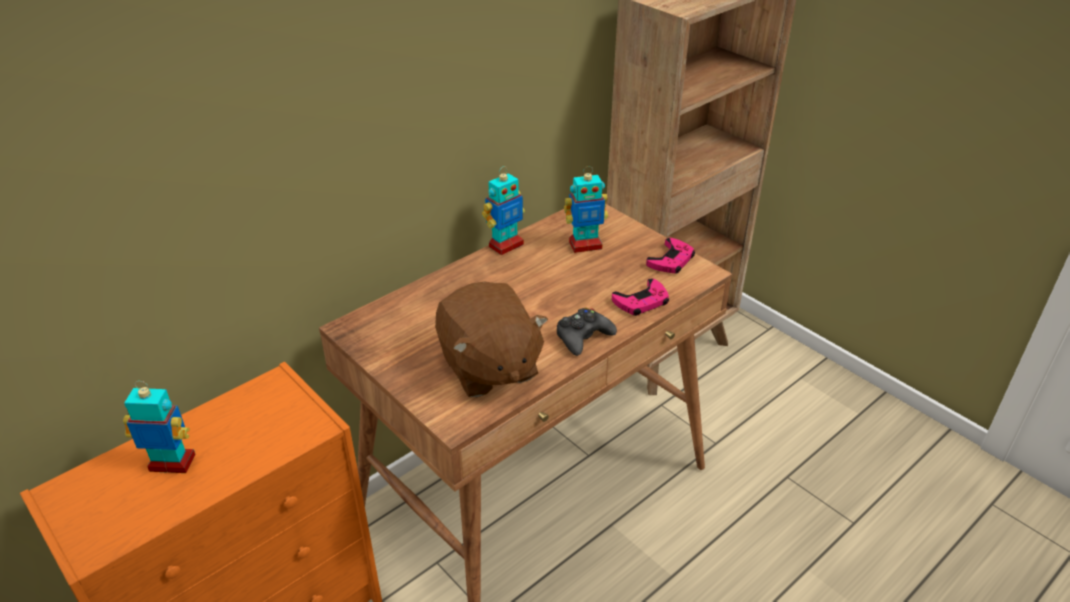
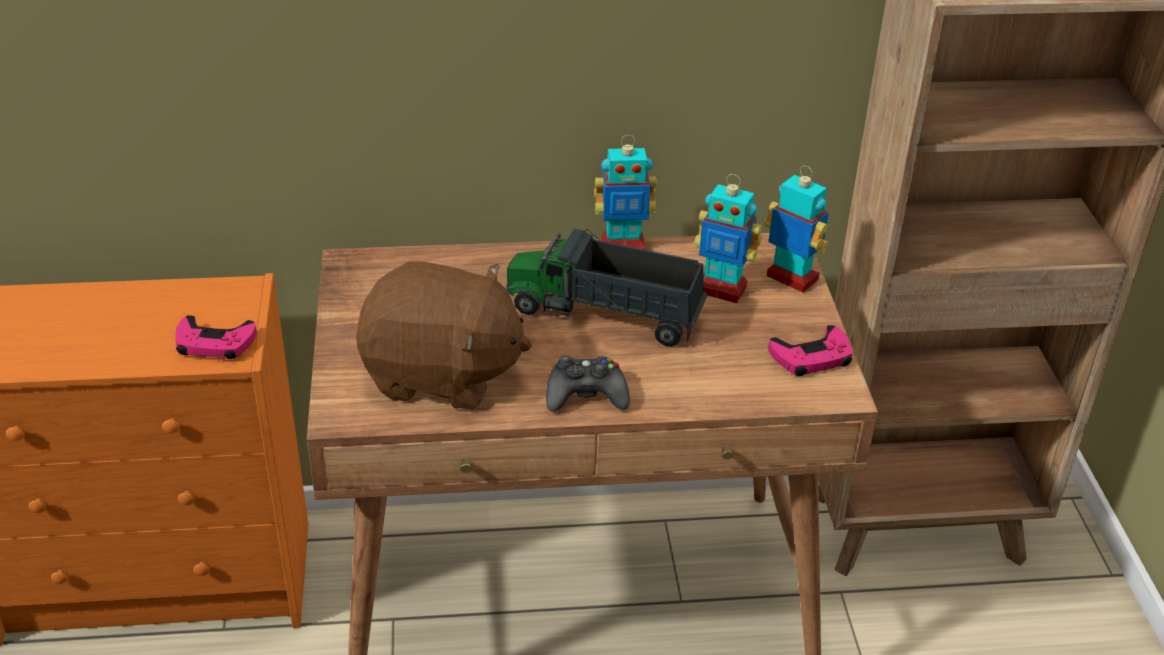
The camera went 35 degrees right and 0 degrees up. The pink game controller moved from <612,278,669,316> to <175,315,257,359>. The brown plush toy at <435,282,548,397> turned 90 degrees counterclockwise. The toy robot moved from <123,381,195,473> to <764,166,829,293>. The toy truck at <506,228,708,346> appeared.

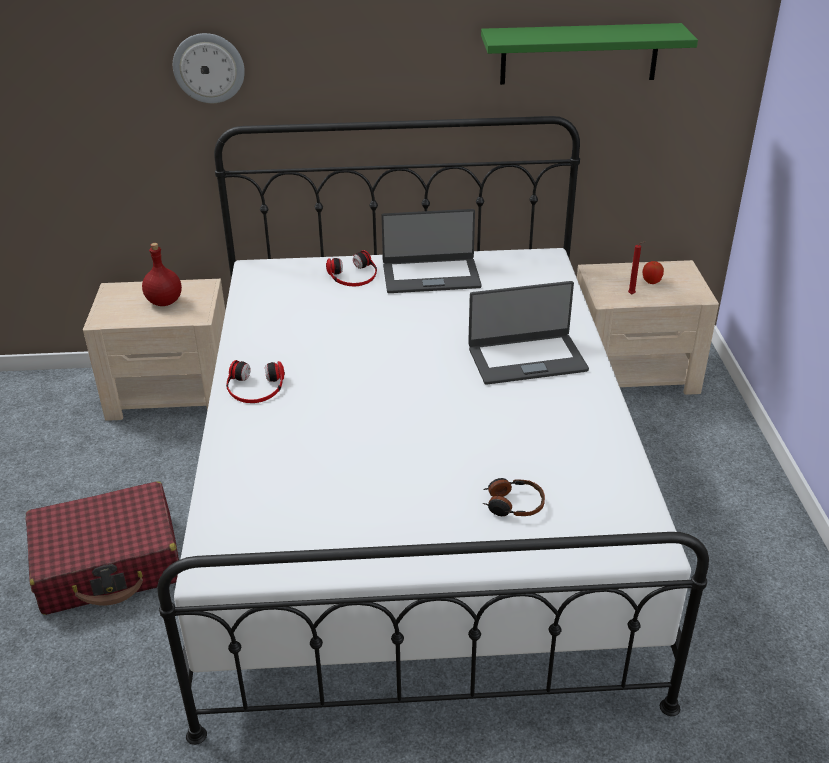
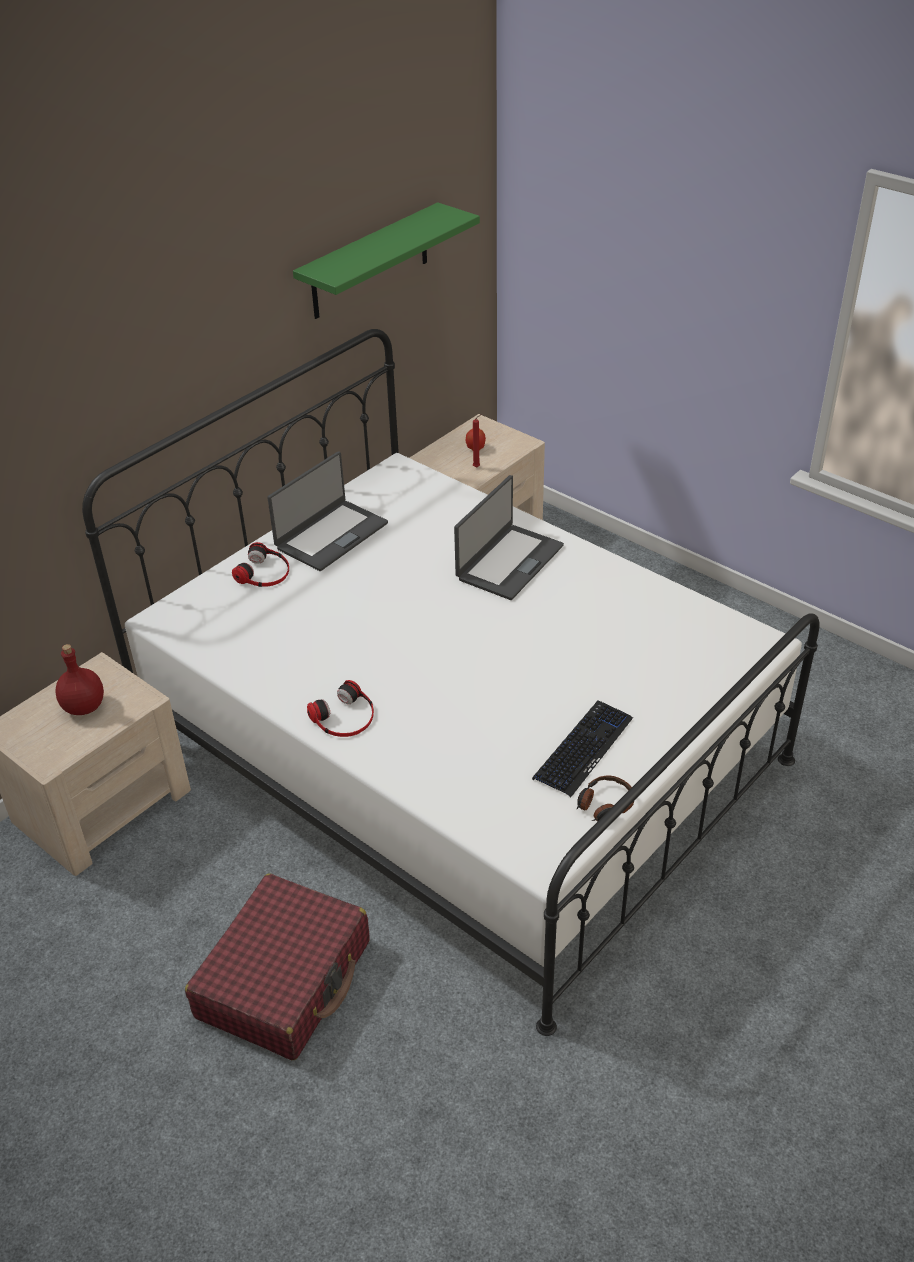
The camera went 45 degrees left and 5 degrees up. The wall clock at <173,33,245,103> disappeared. The headphones moved from <483,478,545,516> to <576,775,635,821>. The keyboard at <532,700,633,797> appeared.

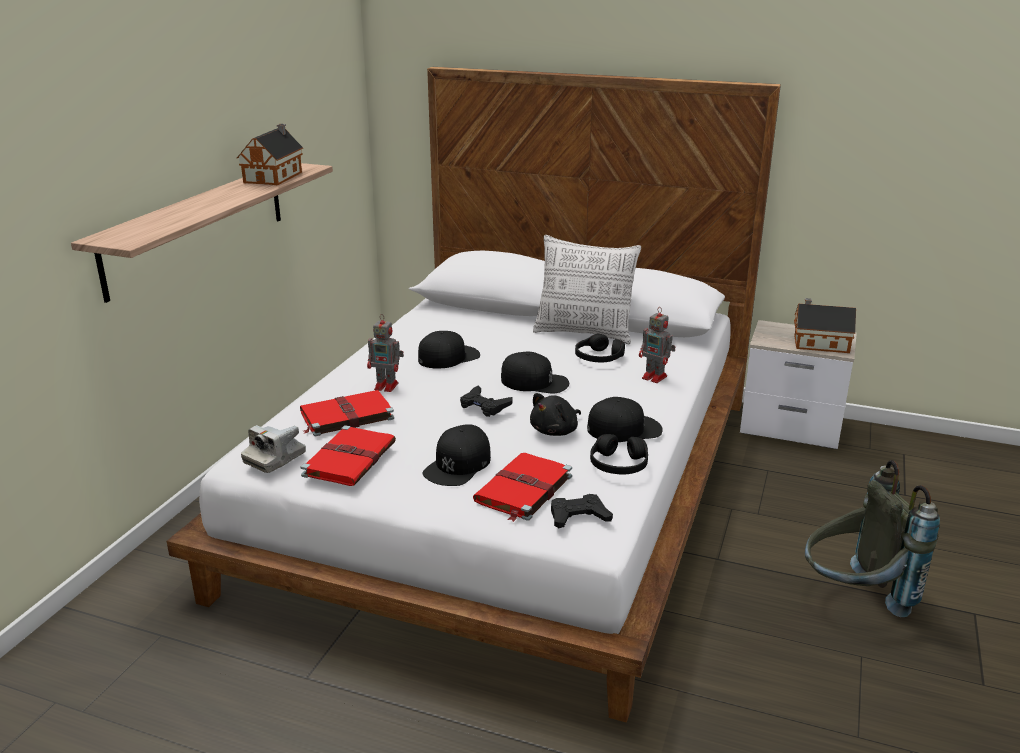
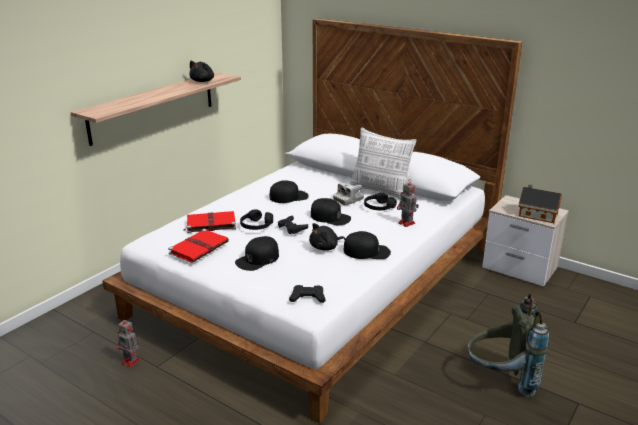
The camera went 15 degrees right and 0 degrees up. The toy house at <237,124,303,185> was replaced by the black plush toy at <189,61,214,82>. The toy robot moved from <367,314,404,392> to <116,318,141,367>. The photo camera moved from <241,425,306,473> to <333,183,364,205>. The black headphones moved from <590,434,648,475> to <240,209,273,230>. The red book at <473,453,572,522> disappeared.

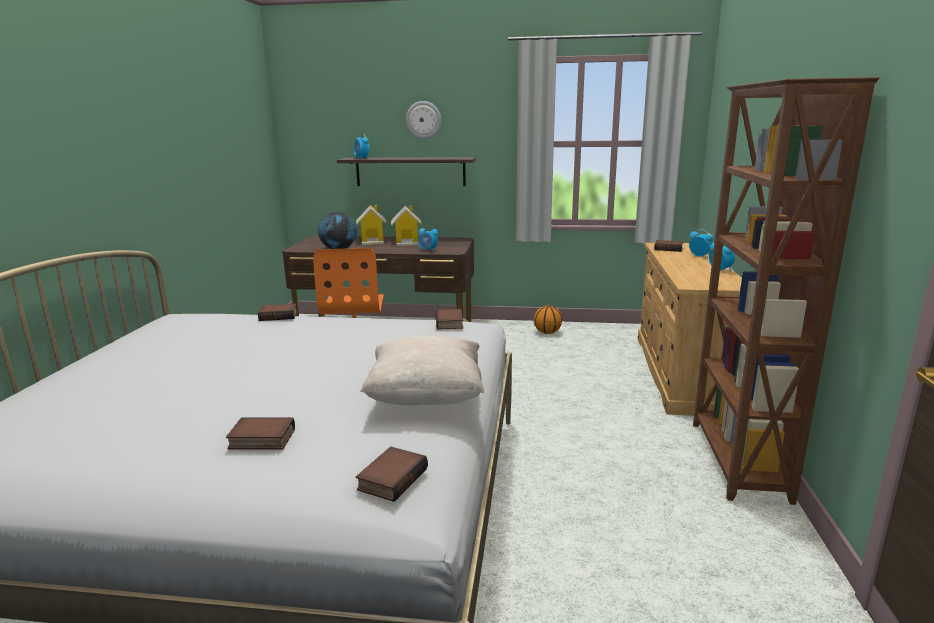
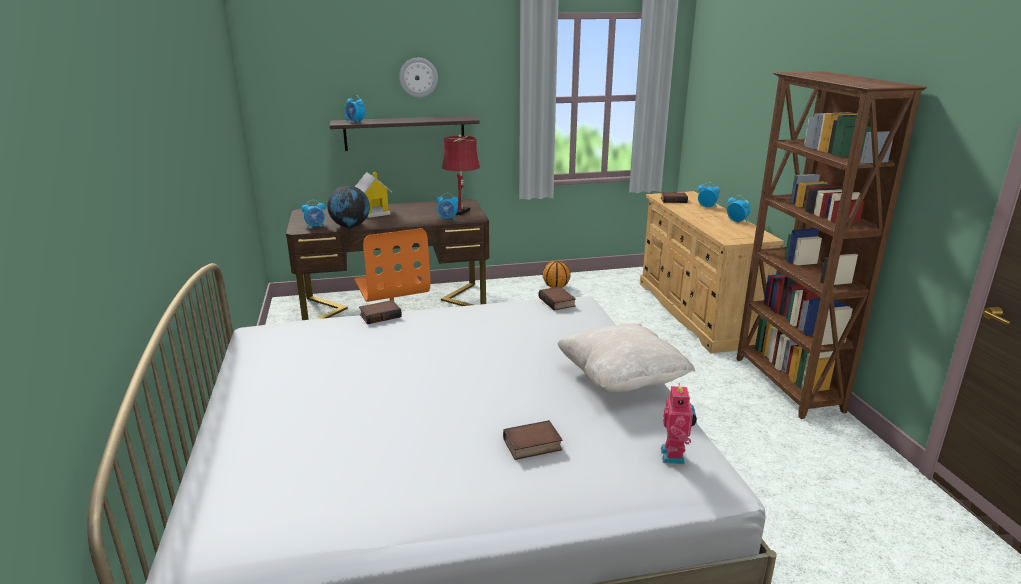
The camera went 20 degrees left and 5 degrees up. The toy house at <391,205,422,246> disappeared. The book at <356,446,428,502> was replaced by the toy robot at <661,383,697,464>. The red table lamp at <442,135,480,215> appeared. The alarm clock at <302,200,325,229> appeared.

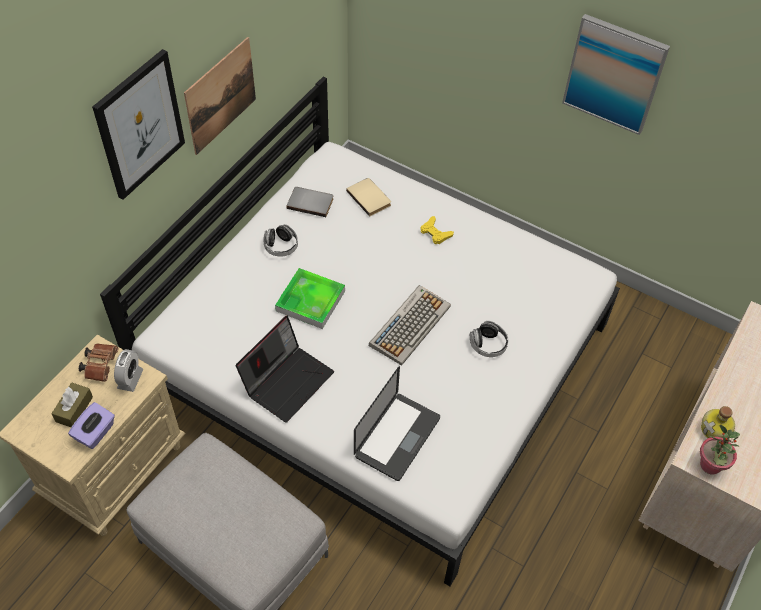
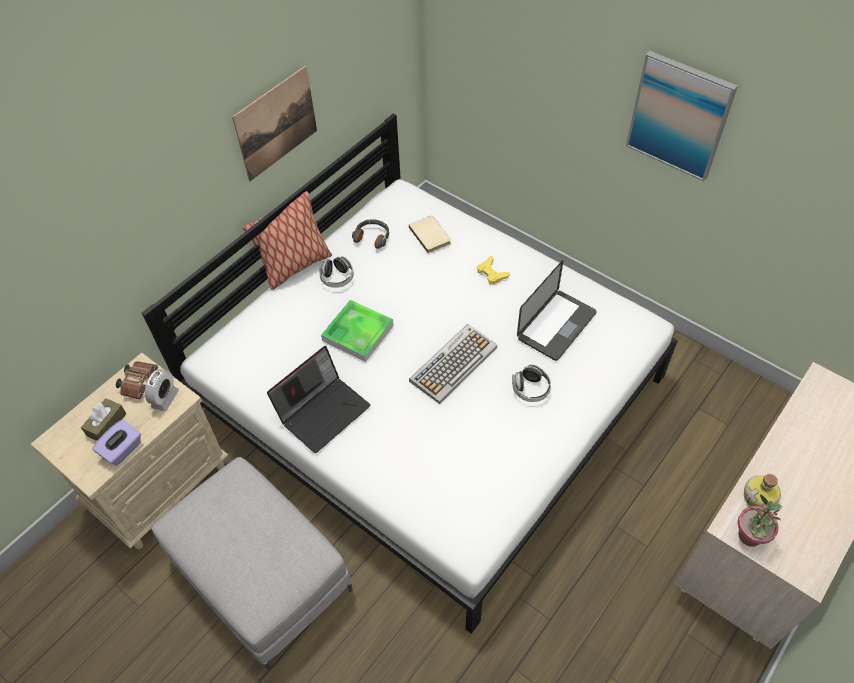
The camera went 10 degrees right and 0 degrees up. The picture at <92,49,185,200> disappeared. The grey book at <286,187,333,217> was replaced by the headphones at <352,219,389,249>. The laptop moved from <354,366,440,481> to <517,260,597,361>. The pillow at <242,191,332,290> appeared.

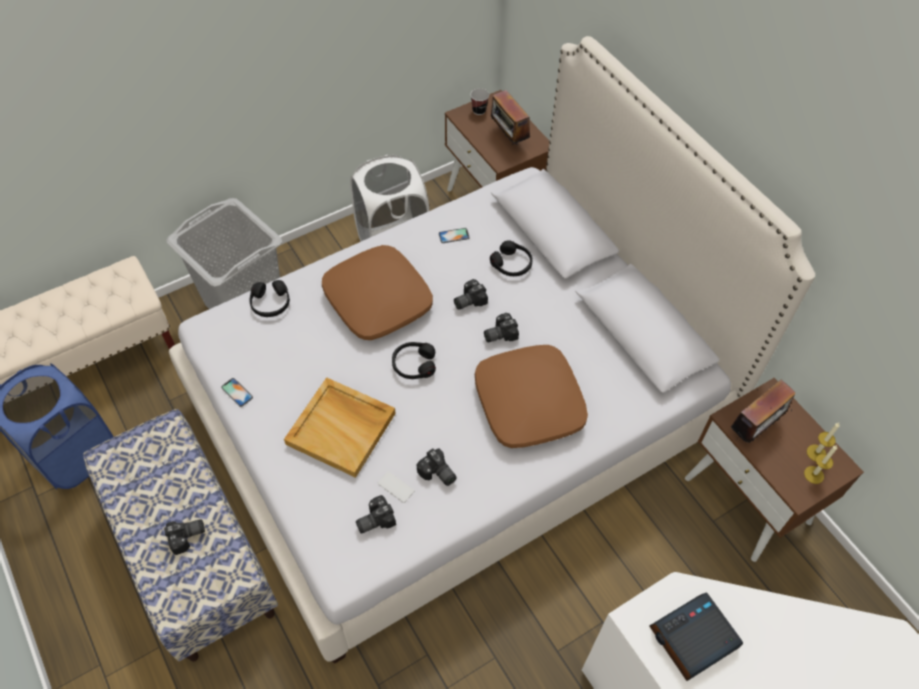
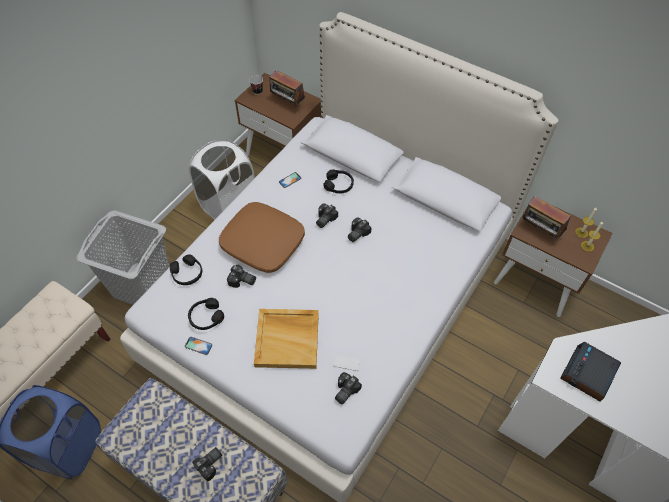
The camera went 25 degrees left and 0 degrees up. The black headphones moved from <392,342,436,379> to <188,298,224,330>. The brown pillow at <475,345,588,448> disappeared. The radio at <731,379,795,443> turned 105 degrees clockwise. The photo camera moved from <417,449,457,486> to <227,265,256,288>.

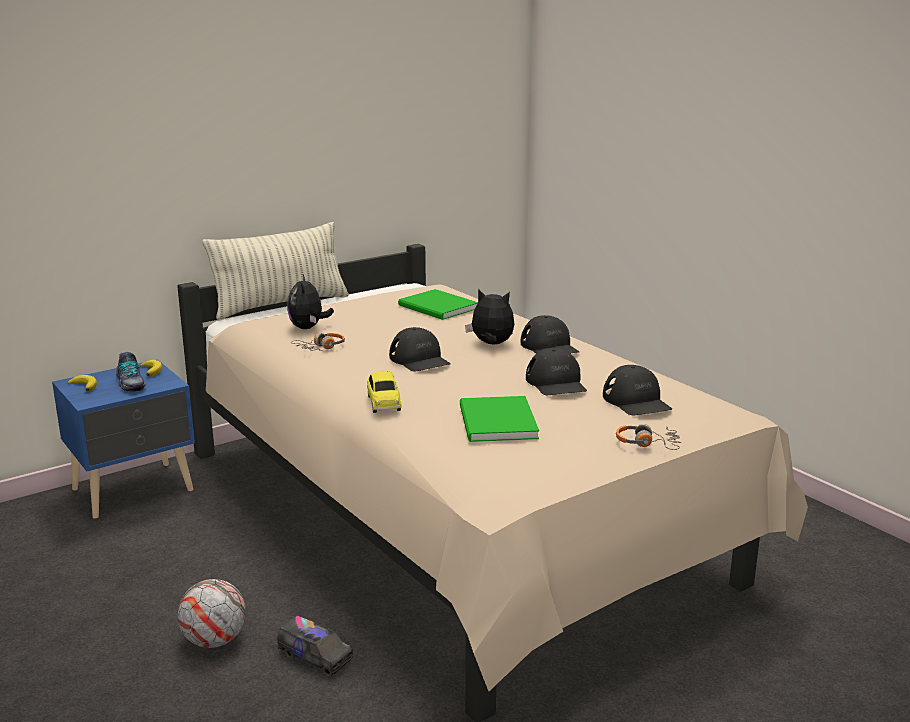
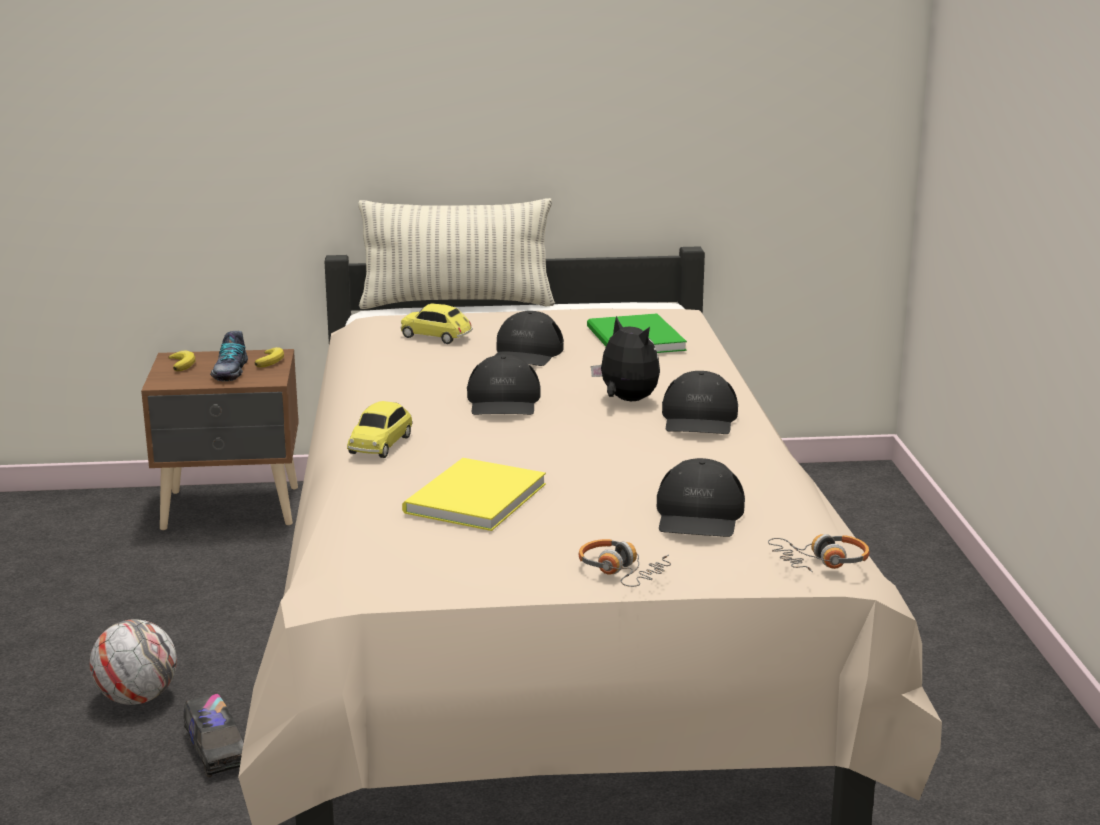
The camera went 30 degrees right and 0 degrees up. The plush toy at <287,275,334,329> was replaced by the toy car at <400,304,473,344>. The headphones moved from <291,333,345,351> to <768,534,869,572>. The black cap moved from <526,348,587,395> to <495,311,563,366>. The blue nightstand at <52,360,195,519> became the brown nightstand at <141,349,299,530>. The green book at <460,396,539,442> became the yellow book at <402,458,546,531>.

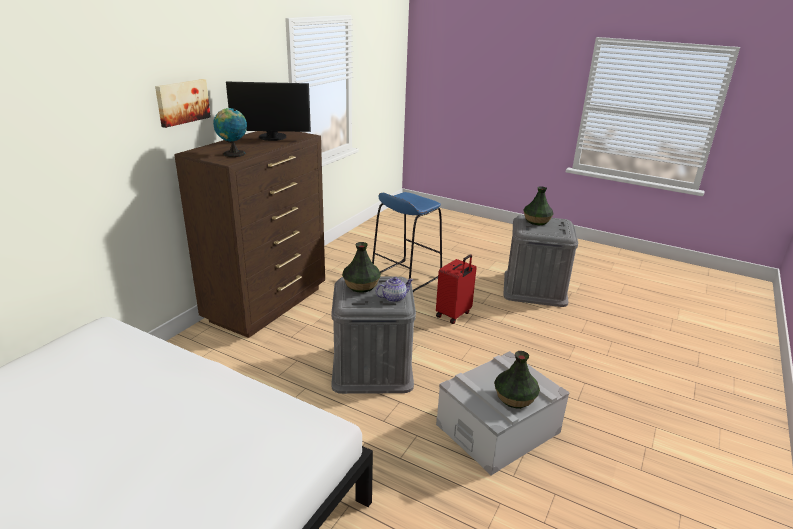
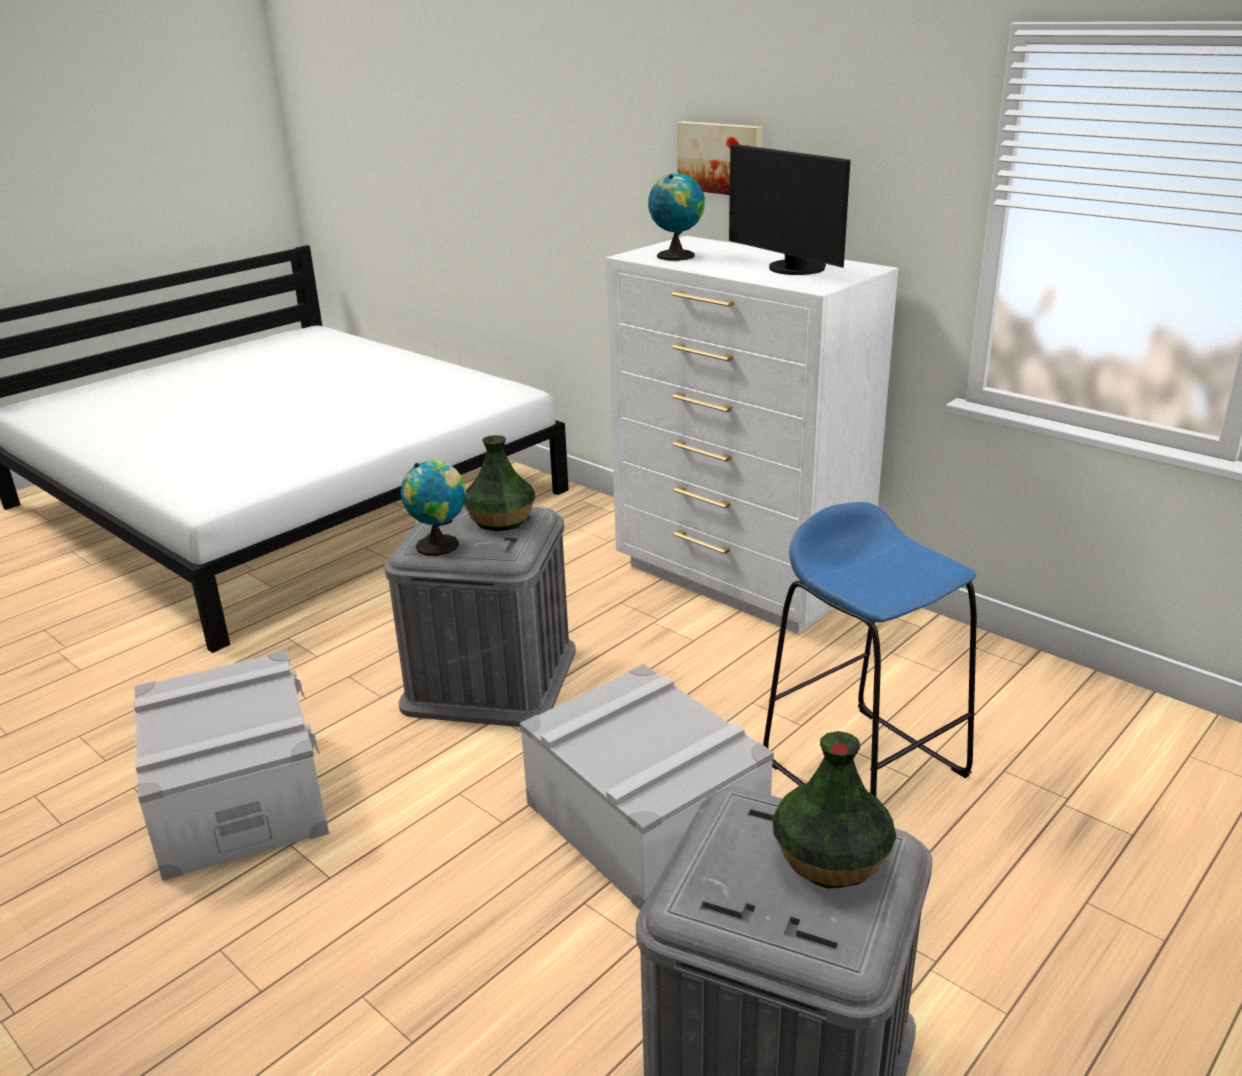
The camera went 105 degrees right and 0 degrees up. The monitor at <226,82,311,141> turned 45 degrees counterclockwise. The brown dresser at <174,131,325,338> became the white dresser at <606,236,898,634>. The red suitcase at <436,254,477,324> was replaced by the grey storage box at <520,664,774,910>. The teapot at <376,277,413,302> was replaced by the globe at <401,460,467,556>. The vase at <494,351,540,409> disappeared.

